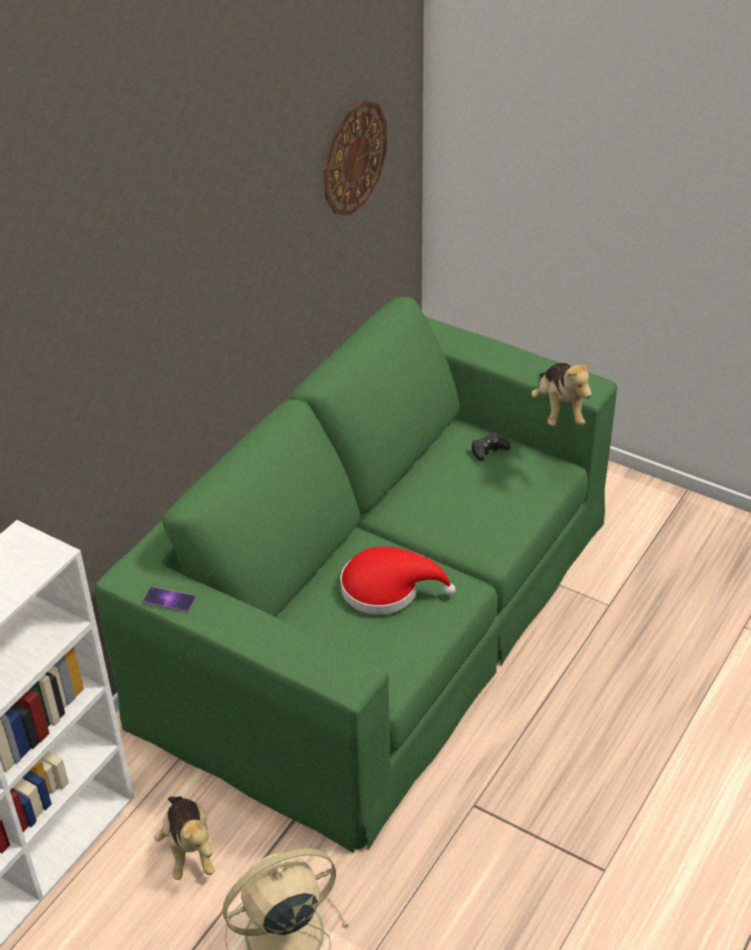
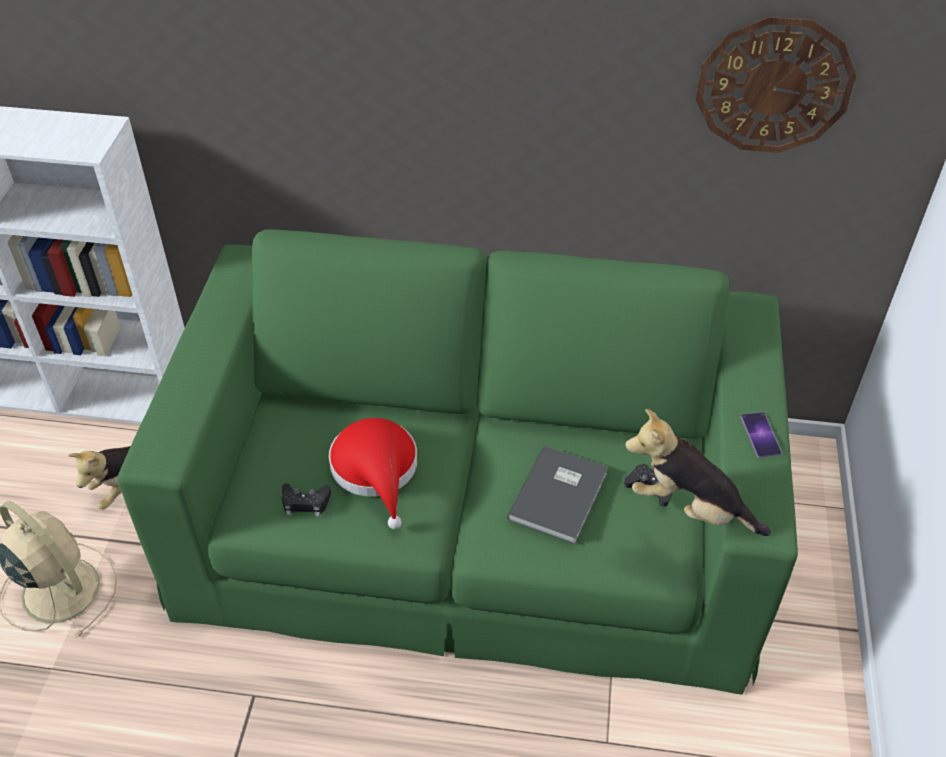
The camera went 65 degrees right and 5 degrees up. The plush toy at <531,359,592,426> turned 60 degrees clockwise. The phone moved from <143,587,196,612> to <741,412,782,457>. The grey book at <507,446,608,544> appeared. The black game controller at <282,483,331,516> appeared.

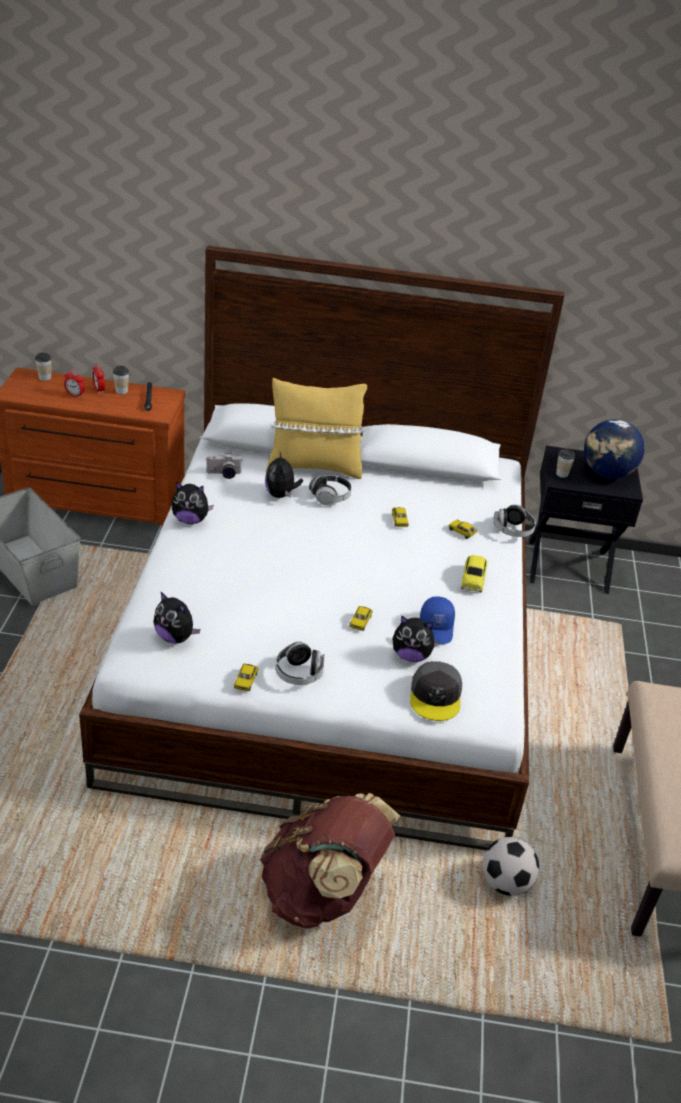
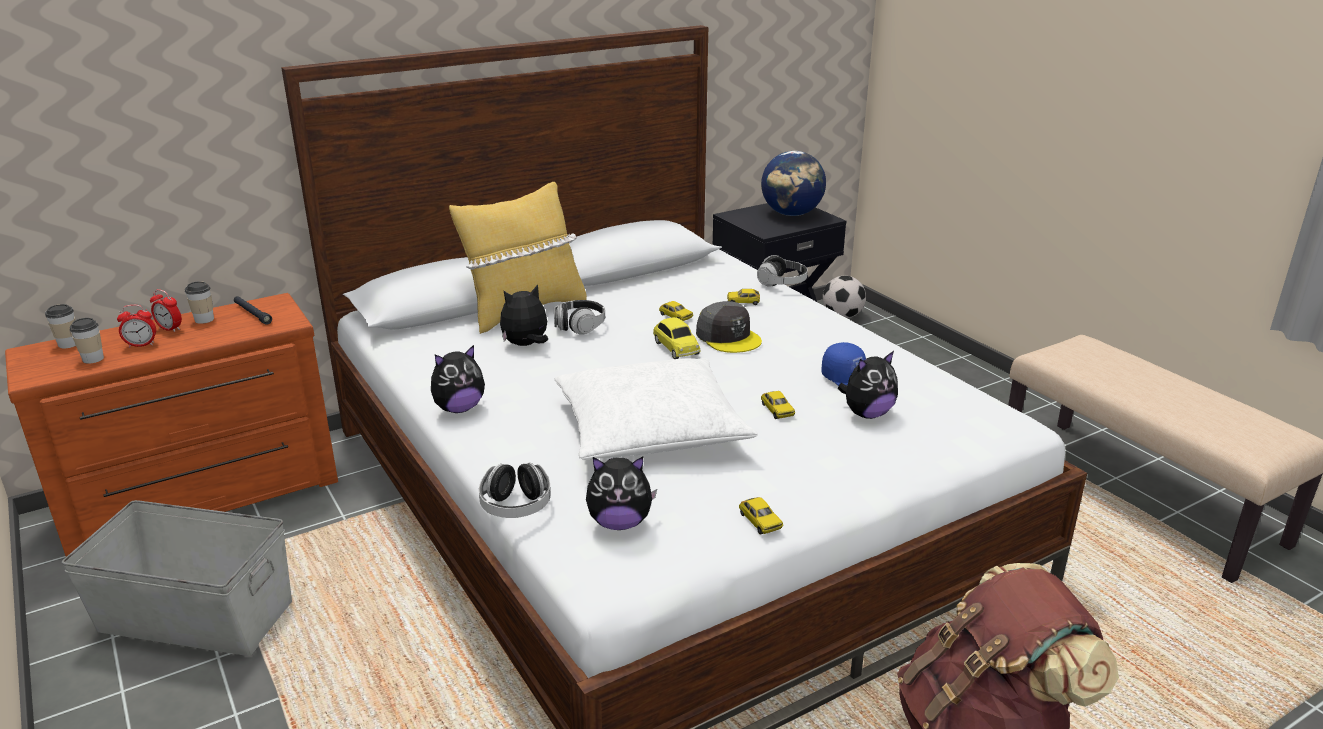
The camera went 35 degrees left and 10 degrees down. The cup moved from <556,448,575,478> to <69,318,104,364>. The plush toy at <265,451,303,498> turned 105 degrees clockwise. The photo camera at <206,454,242,479> disappeared. The toy car moved from <461,555,487,593> to <653,317,700,359>. The headphones moved from <275,641,325,685> to <479,463,551,518>. The grey cap moved from <410,661,462,721> to <696,301,762,353>. The football moved from <482,837,539,896> to <823,276,866,318>. The white pillow at <554,358,758,460> appeared.

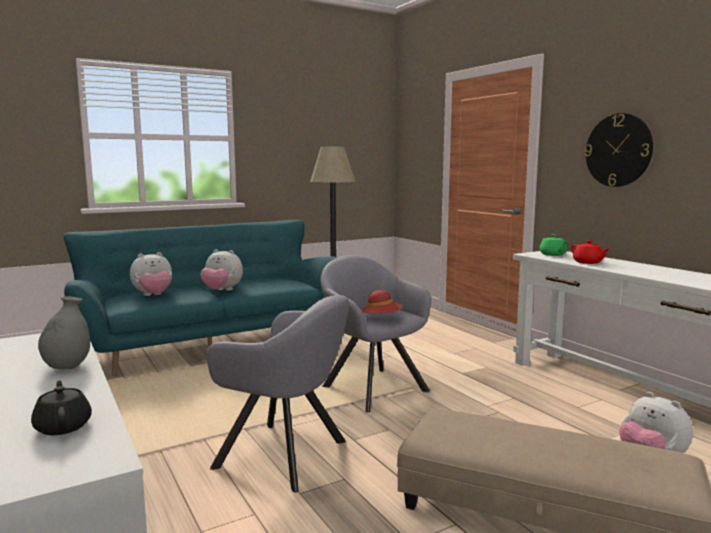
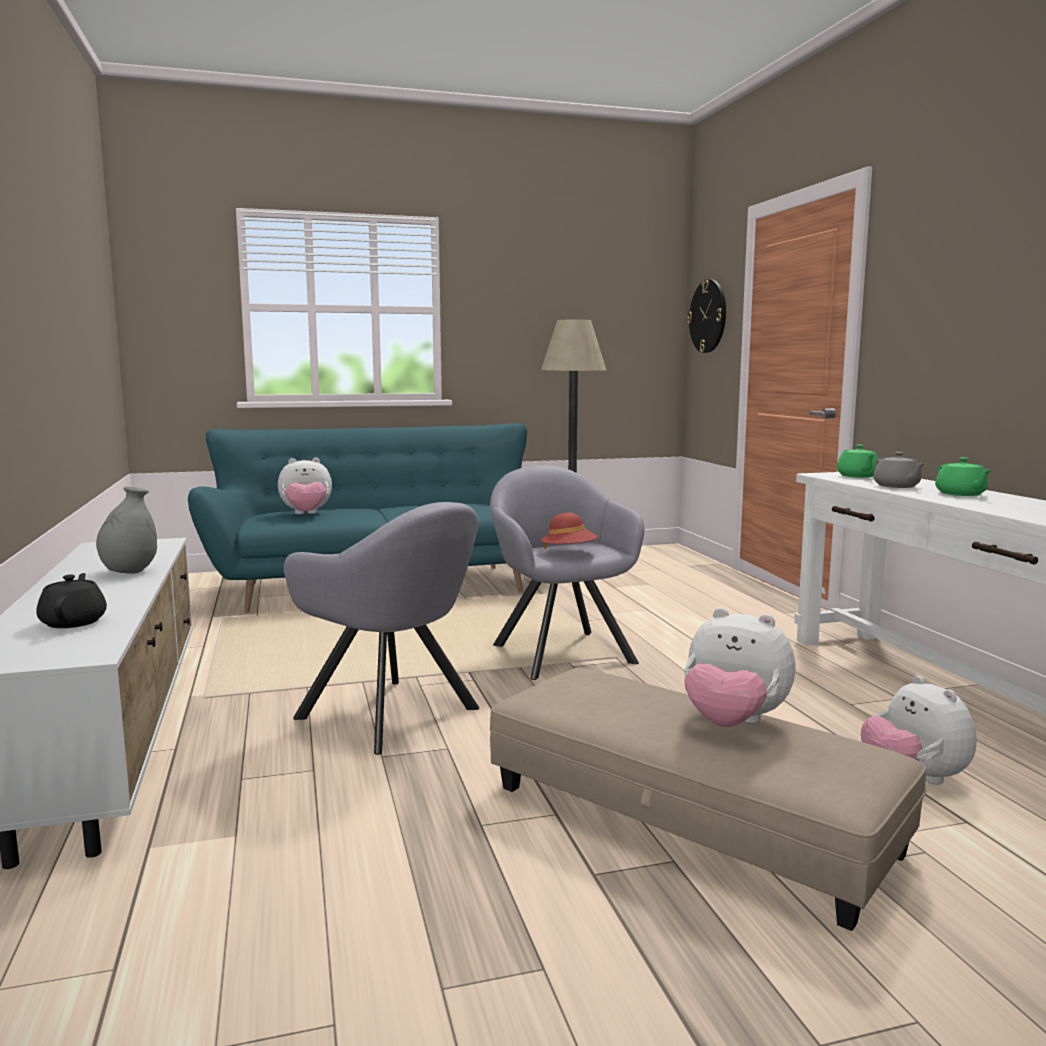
The camera went 15 degrees right and 0 degrees up. The wall clock moved from <585,113,653,187> to <687,279,726,353>. The red teapot at <570,240,610,264> became the grey teapot at <873,452,926,488>. The plush toy moved from <200,249,243,291> to <684,608,796,727>. The green teapot at <935,457,992,496> appeared.

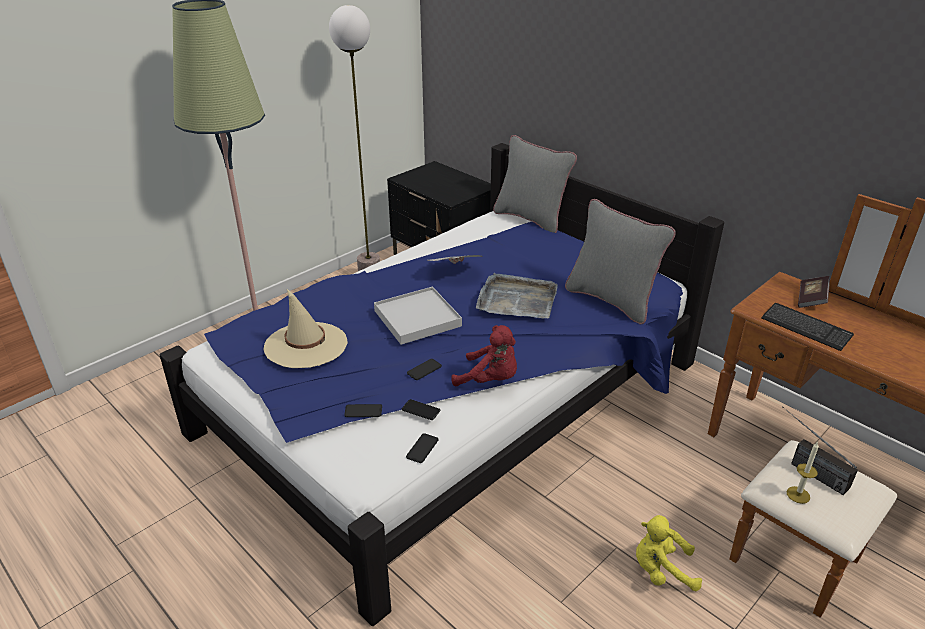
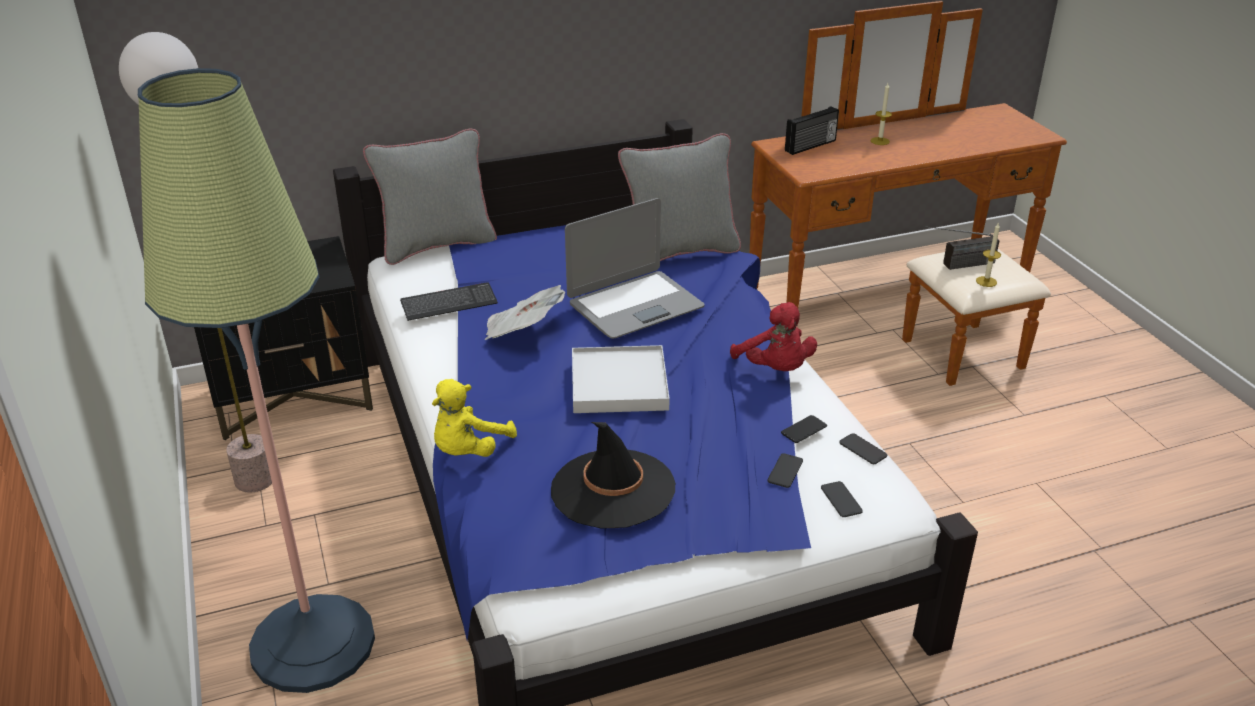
The camera went 65 degrees left and 0 degrees up. The grey tray at <476,273,558,319> was replaced by the laptop at <565,198,705,339>. The book at <798,276,830,308> was replaced by the radio at <785,106,839,155>. The beige hat at <263,289,348,368> became the black hat at <551,422,676,529>. The keyboard moved from <761,303,854,351> to <400,282,498,321>. The red plush toy at <451,325,517,386> turned 105 degrees clockwise. The phone moved from <407,359,442,380> to <821,481,863,517>. The yellow plush toy moved from <636,515,702,591> to <432,379,517,457>. The candle at <871,83,892,145> appeared.

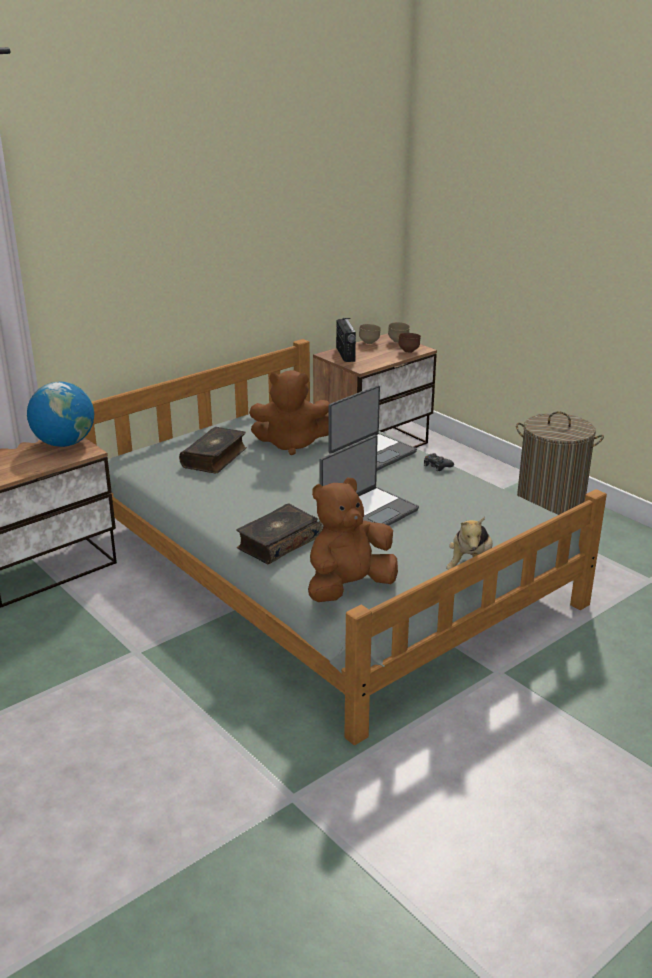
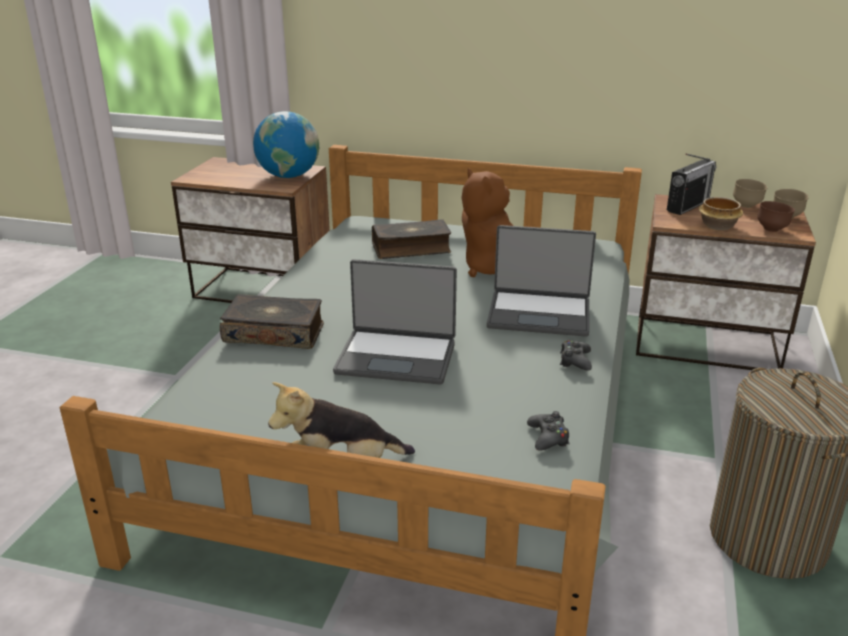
The camera went 55 degrees right and 0 degrees up. The brown plush toy at <308,477,398,602> disappeared. The bowl at <699,197,743,230> appeared. The black game controller at <527,411,570,451> appeared.

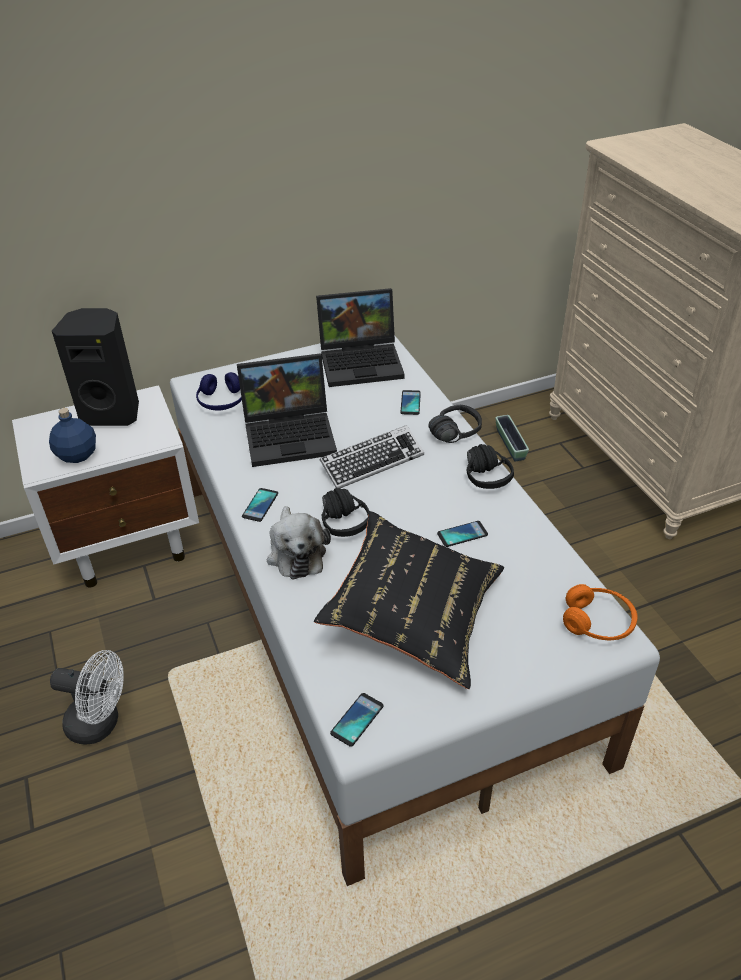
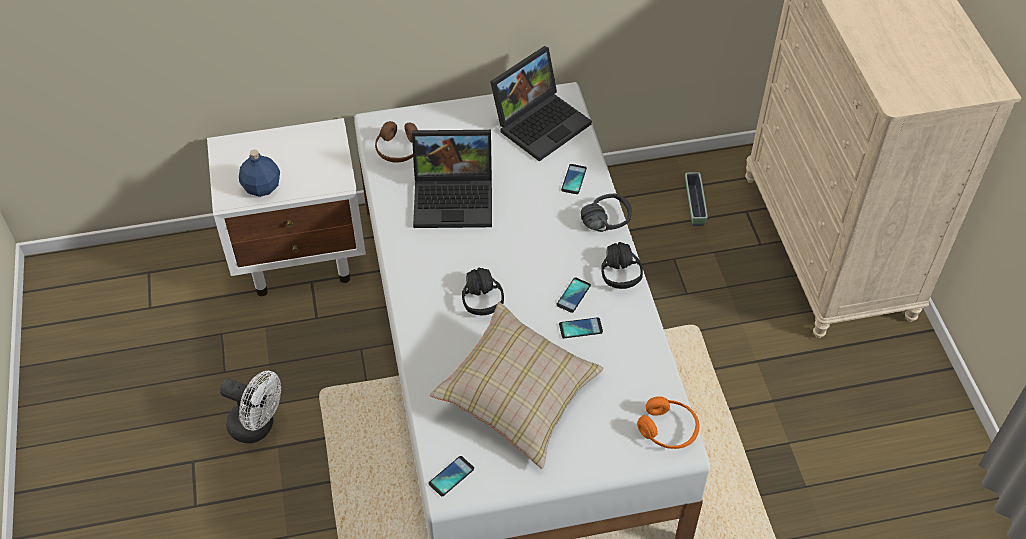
The camera went 10 degrees right and 10 degrees up. The laptop at <316,288,405,387> turned 45 degrees counterclockwise. The black speaker at <52,308,139,426> disappeared. The blue headphones at <196,372,242,411> became the brown headphones at <375,121,418,163>. The keyboard at <320,425,424,488> disappeared. The phone moved from <242,488,278,522> to <556,278,591,313>. The plush toy at <267,506,331,579> disappeared. The black pillow at <314,511,504,689> became the beige pillow at <430,302,604,469>.

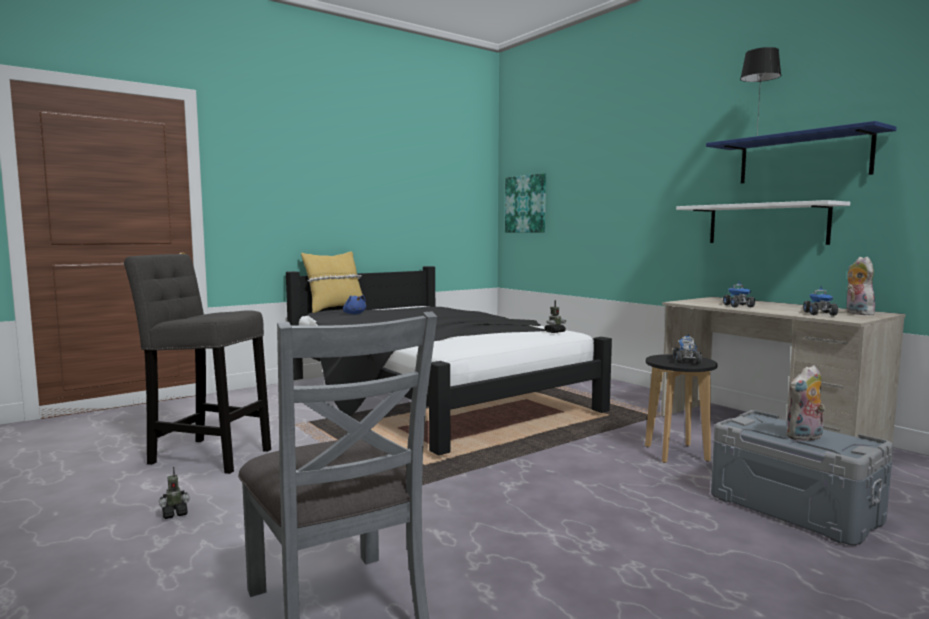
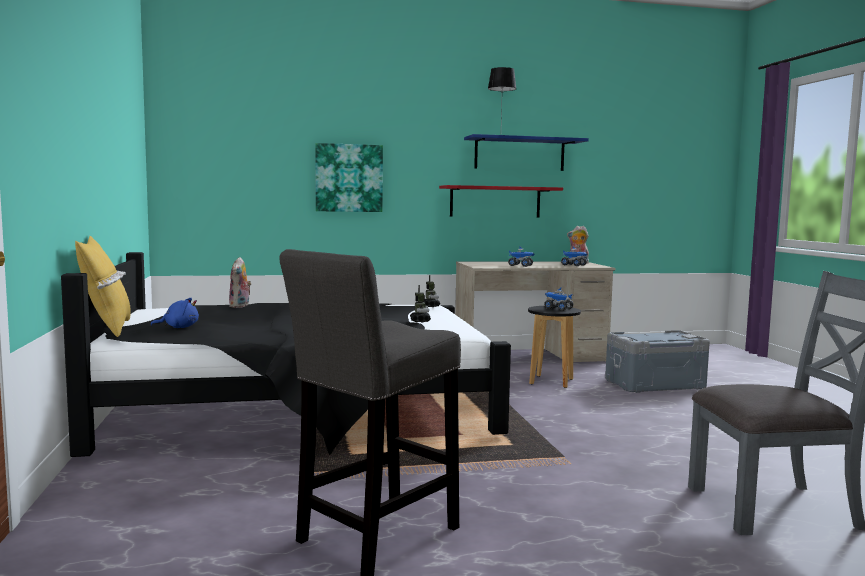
The camera went 65 degrees left and 0 degrees up. The picture moved from <505,173,546,232> to <315,143,383,212>. The white shelf at <676,200,850,245> became the red shelf at <439,185,563,218>. The plush toy moved from <786,365,825,441> to <229,257,252,308>. The toy robot moved from <159,467,190,519> to <410,285,431,322>.

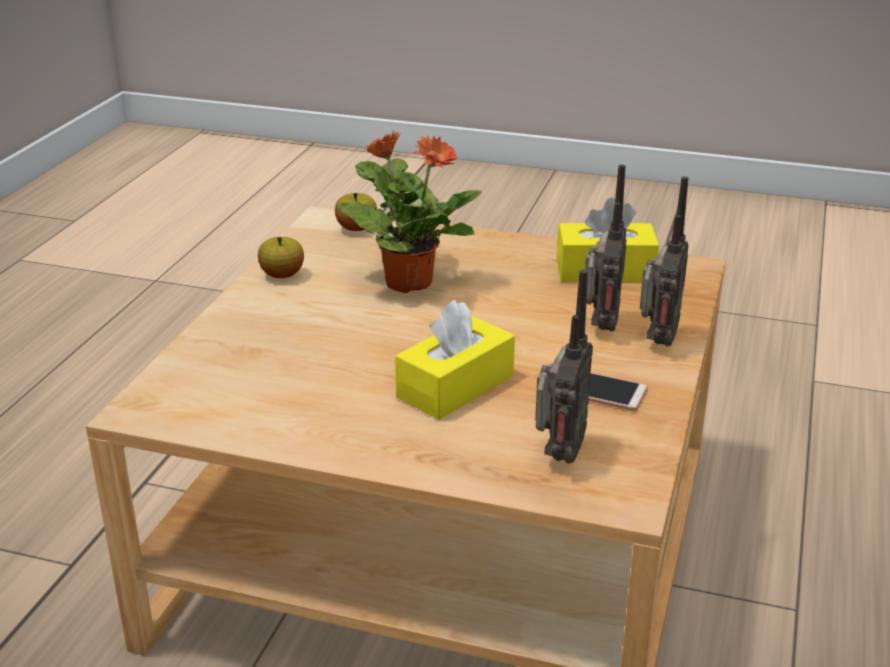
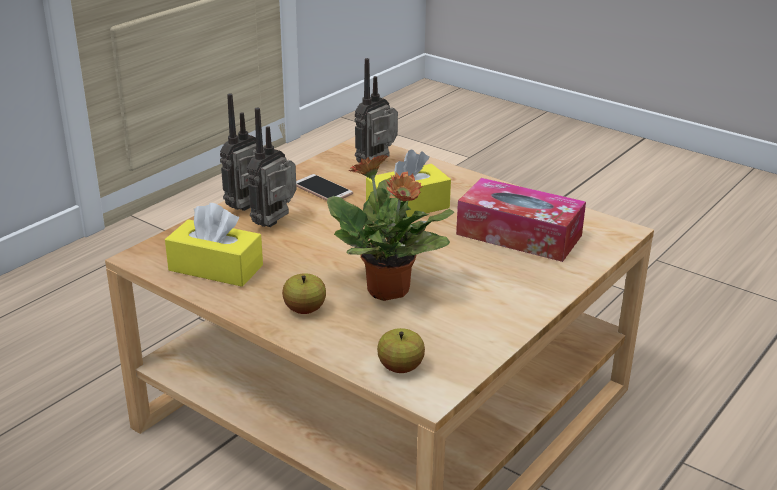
The camera went 160 degrees left and 0 degrees up. The apple moved from <258,237,304,278> to <282,273,326,314>. The tissue box at <456,178,586,262> appeared.

